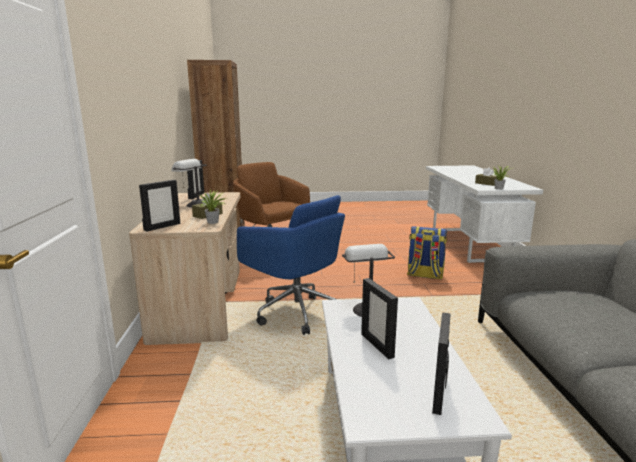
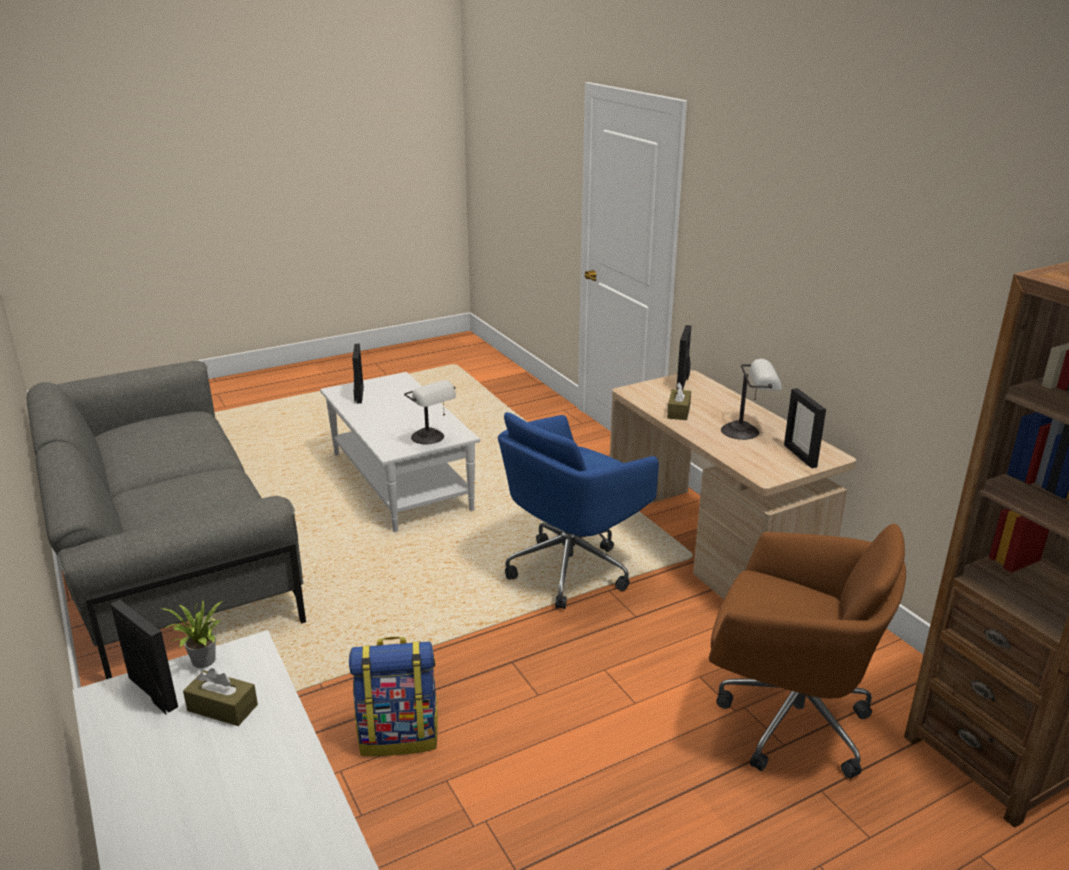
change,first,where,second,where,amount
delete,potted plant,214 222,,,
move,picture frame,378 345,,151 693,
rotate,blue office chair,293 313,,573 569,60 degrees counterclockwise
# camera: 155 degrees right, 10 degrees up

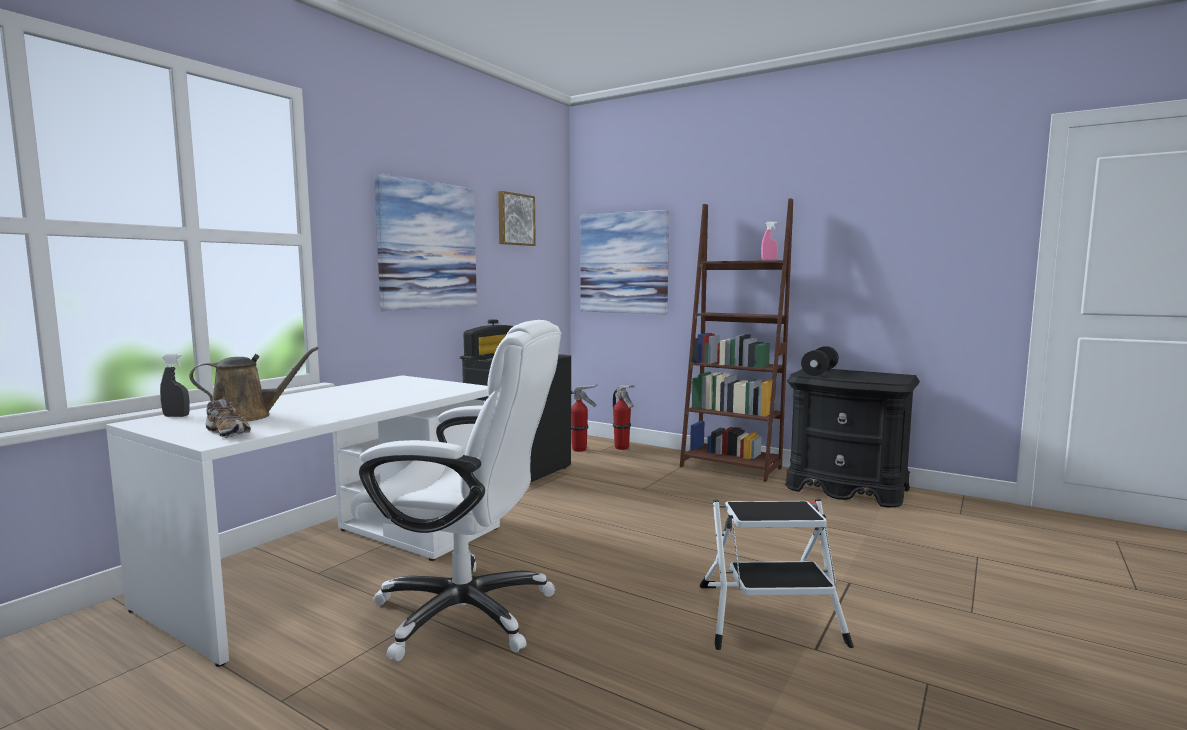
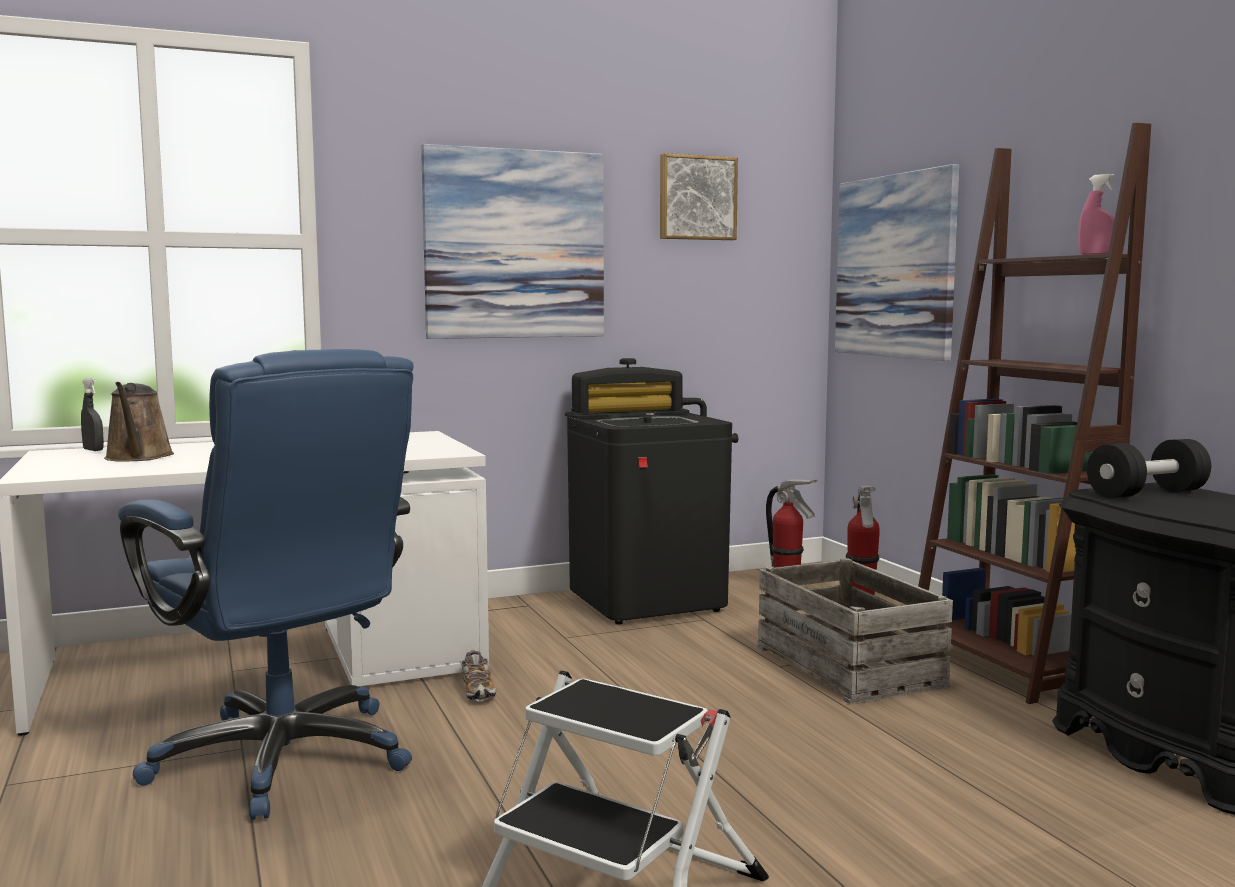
change,first,where,second,where,amount
insert,,,crate,850 666,
move,shoe,228 433,,478 692,
recolor,white office chair,464 612,blue office chair,283 757,
rotate,brown watering can,247 416,,138 457,60 degrees clockwise
# camera: 35 degrees right, 0 degrees up

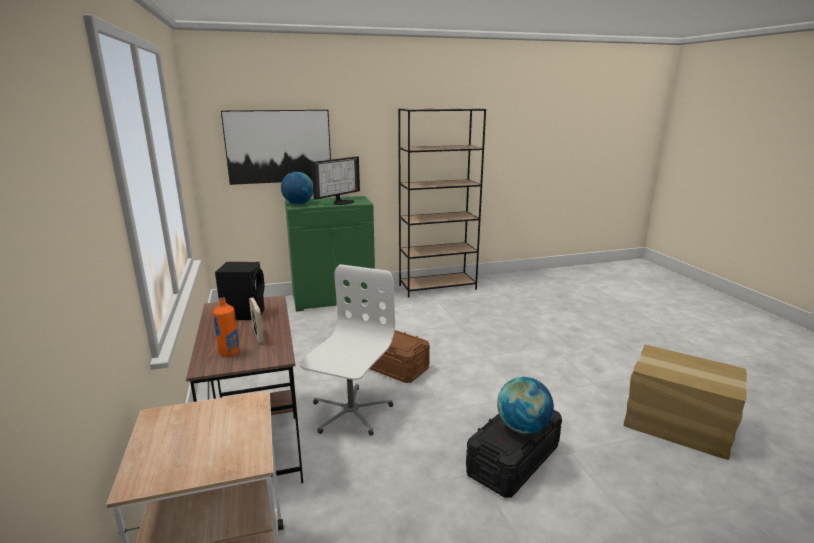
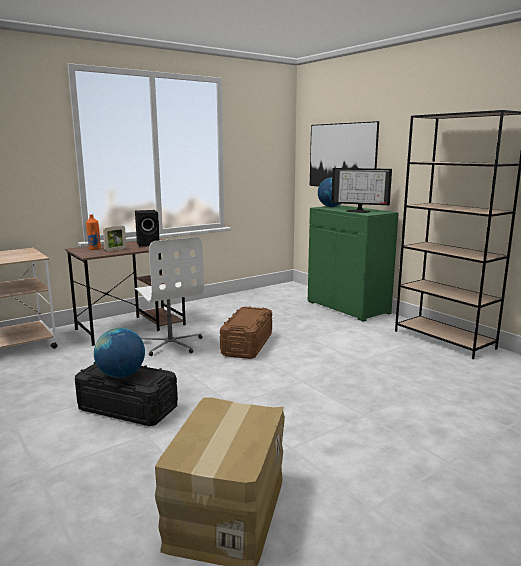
change,first,where,second,where,amount
rotate,white office chair,350 412,,171 344,60 degrees clockwise
# camera: 70 degrees right, 5 degrees down

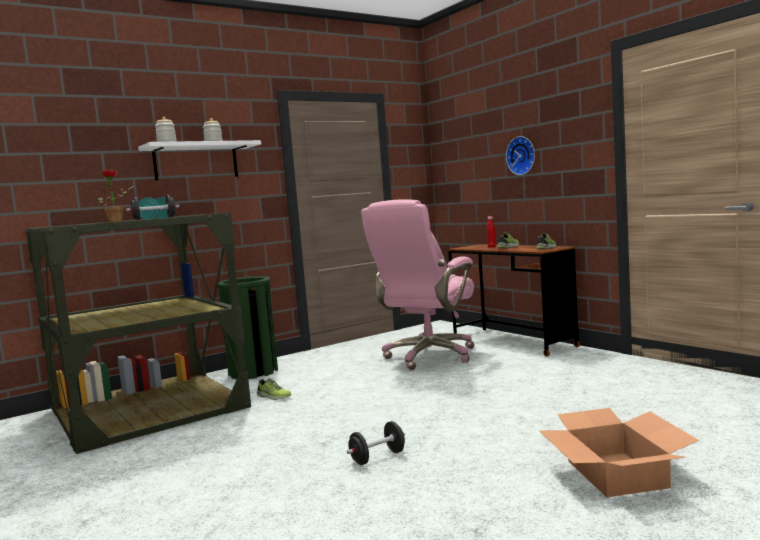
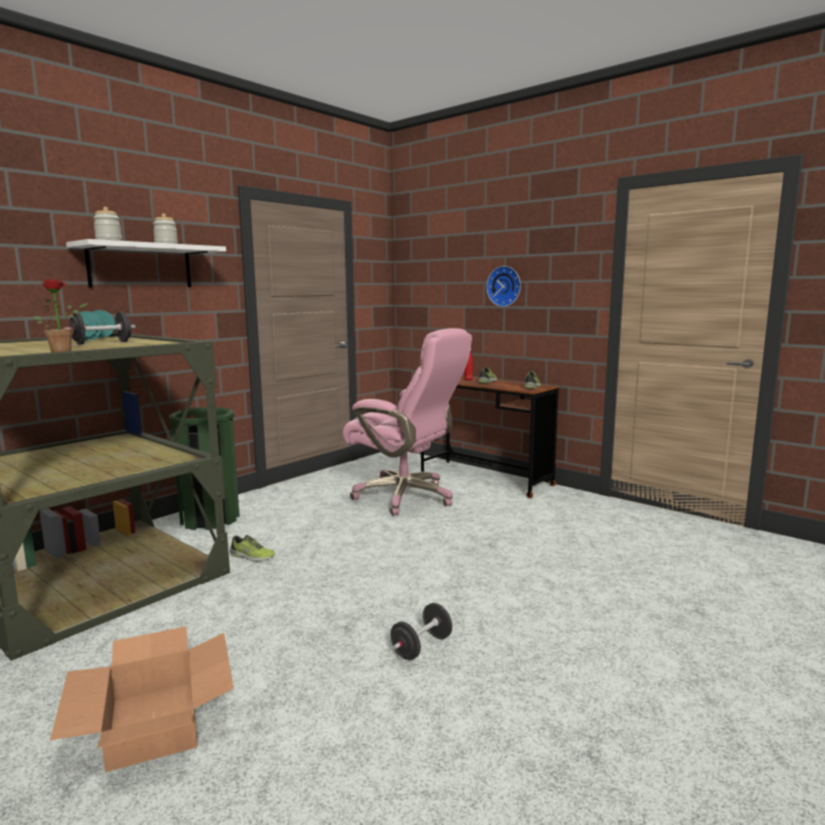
change,first,where,second,where,amount
move,cardboard box,616 474,,153 724,
rotate,pink office chair,427 357,,406 499,75 degrees counterclockwise
# camera: 15 degrees left, 5 degrees up

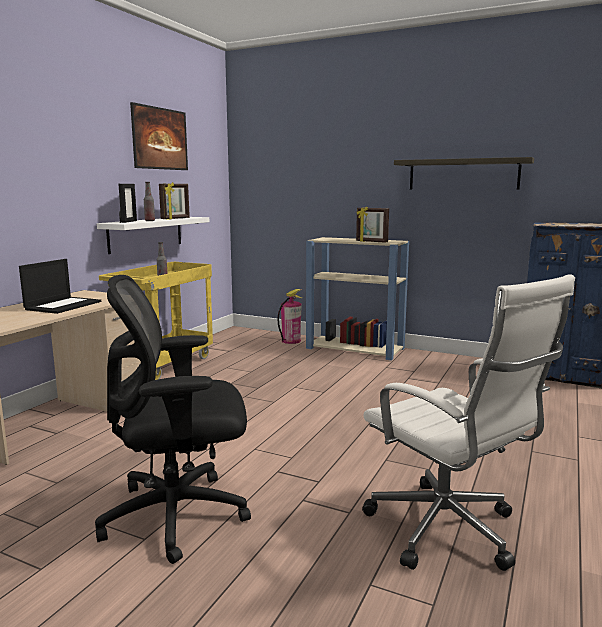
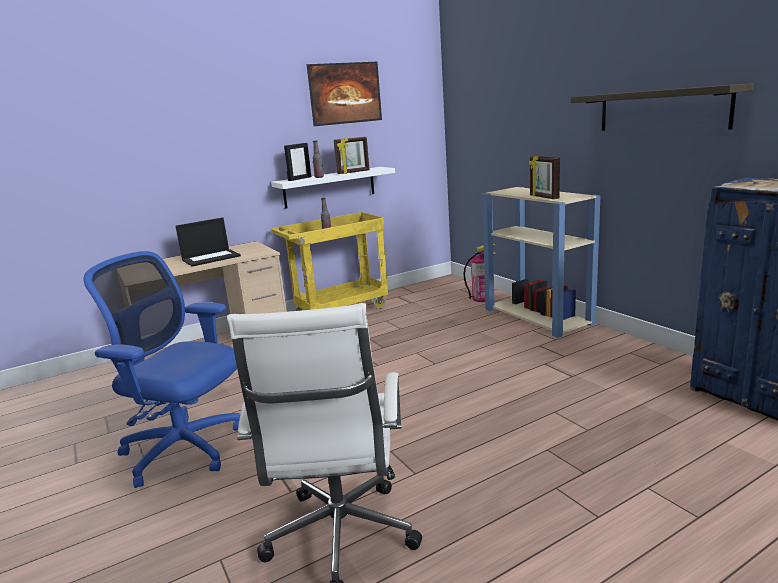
change,first,where,second,where,amount
recolor,black office chair,184 511,blue office chair,190 449,
# camera: 35 degrees right, 5 degrees up

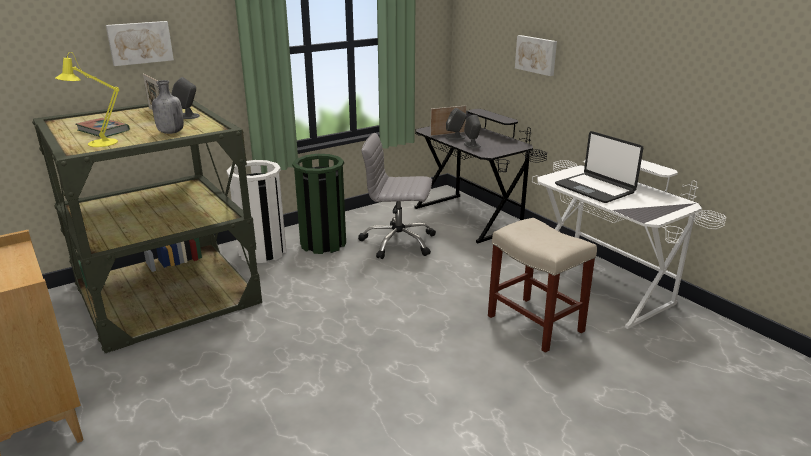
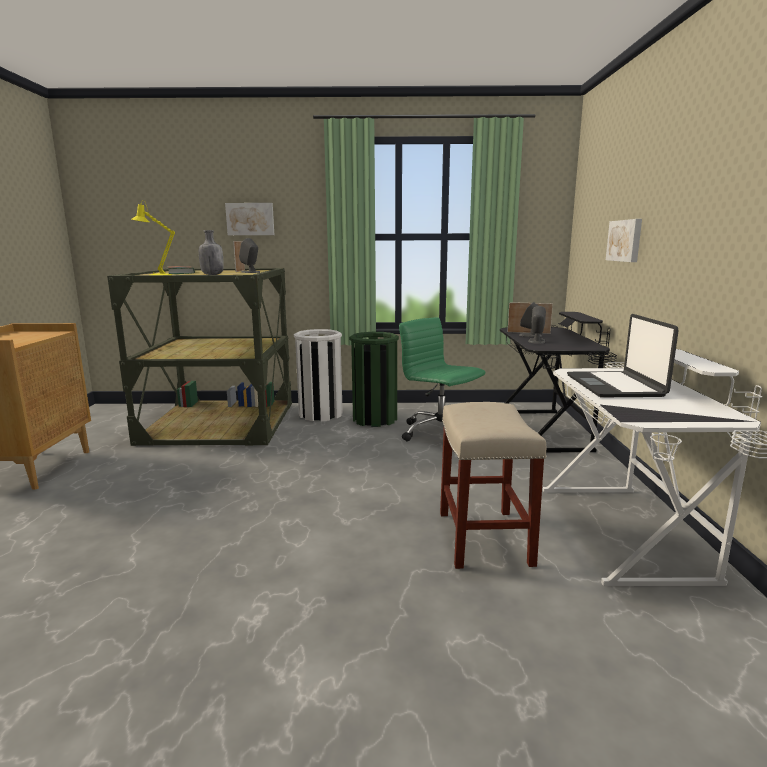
change,first,where,second,where,amount
recolor,grey office chair,398 242,green office chair,440 433,
# camera: 35 degrees right, 10 degrees down

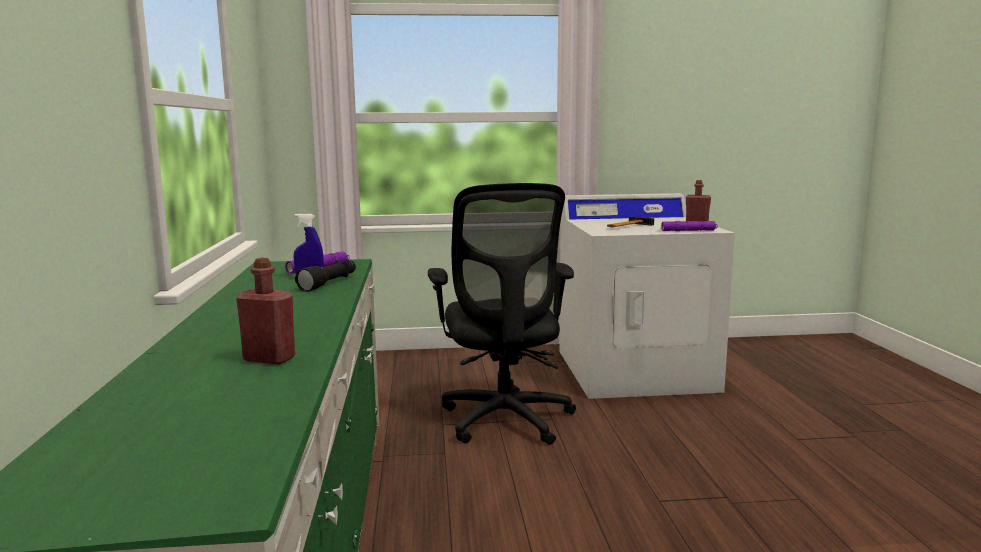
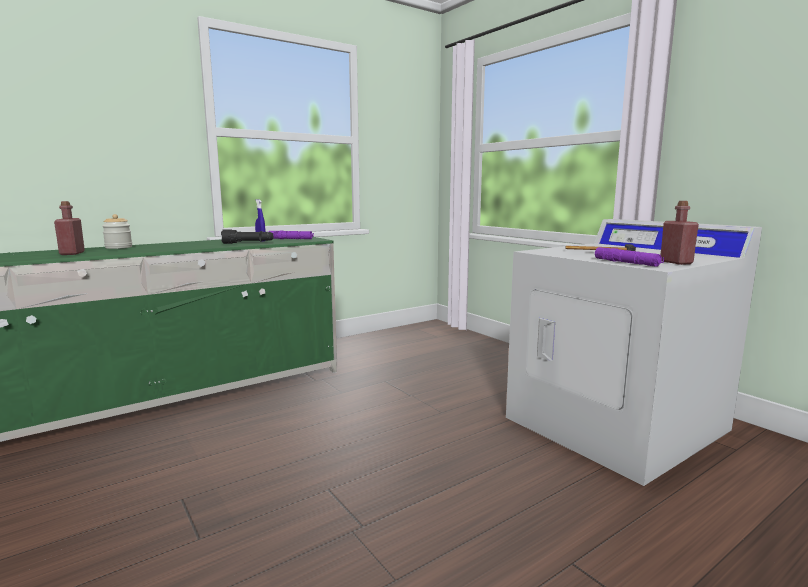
change,first,where,second,where,amount
delete,black office chair,502 416,,,
insert,,,jar,118 247,
# camera: 60 degrees right, 0 degrees up

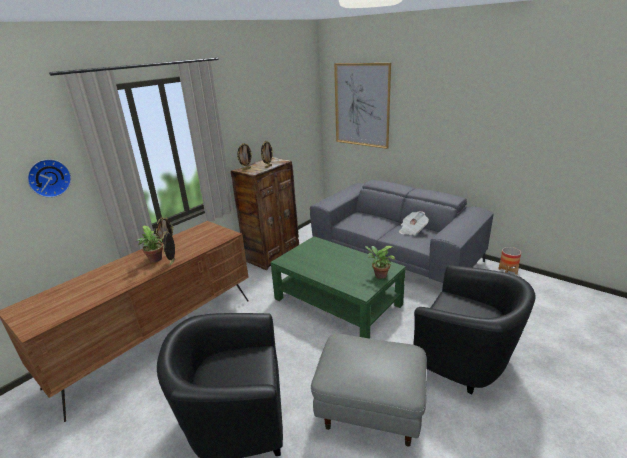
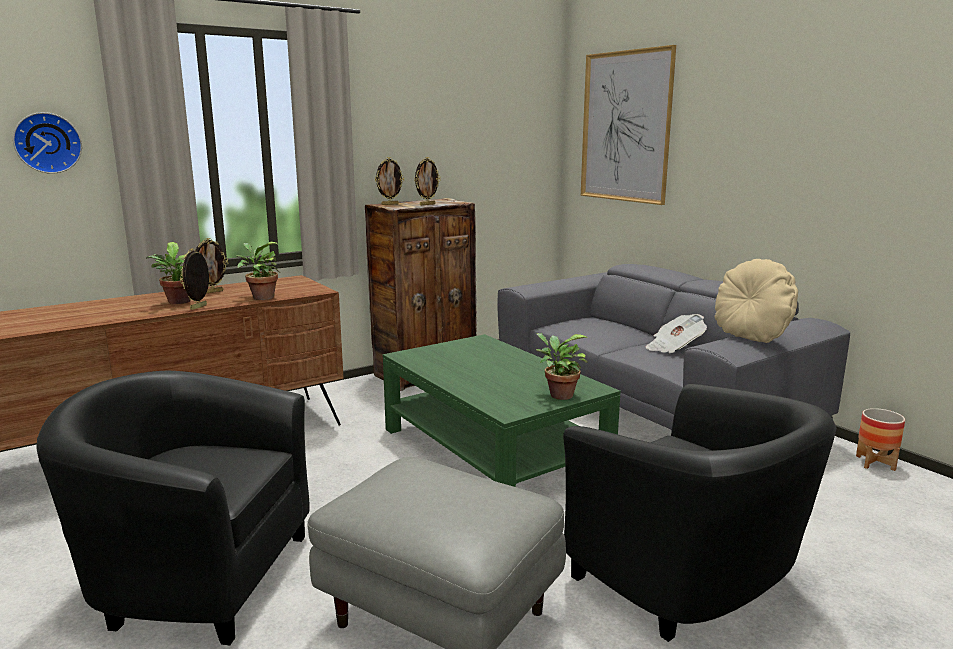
change,first,where,second,where,amount
insert,,,potted plant,261 297,
insert,,,beige pillow,751 337,
# camera: 15 degrees right, 10 degrees down

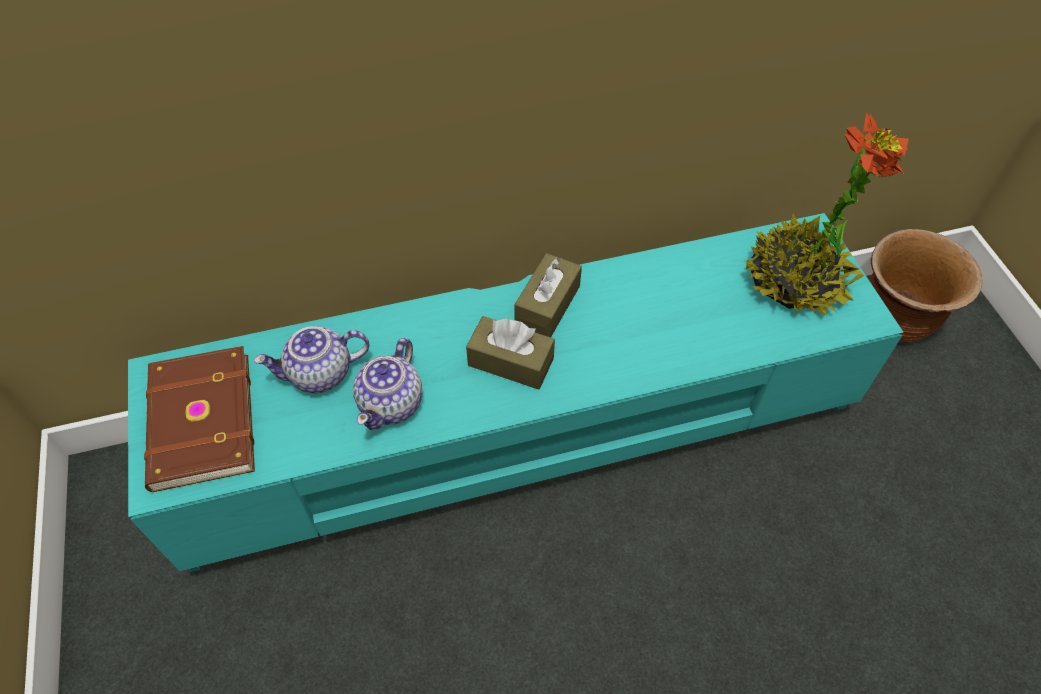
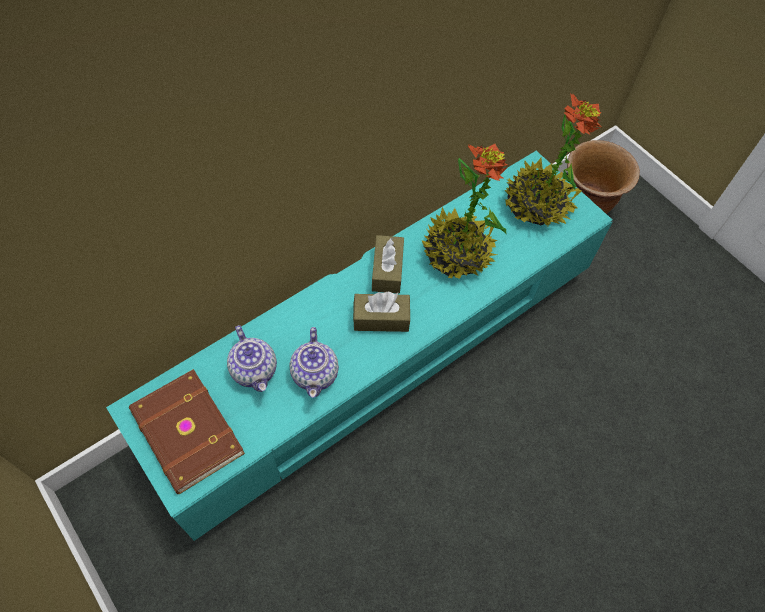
change,first,where,second,where,amount
insert,,,potted plant,457 254,
rotate,teapot,320 374,,255 370,75 degrees counterclockwise
# camera: 25 degrees left, 5 degrees up

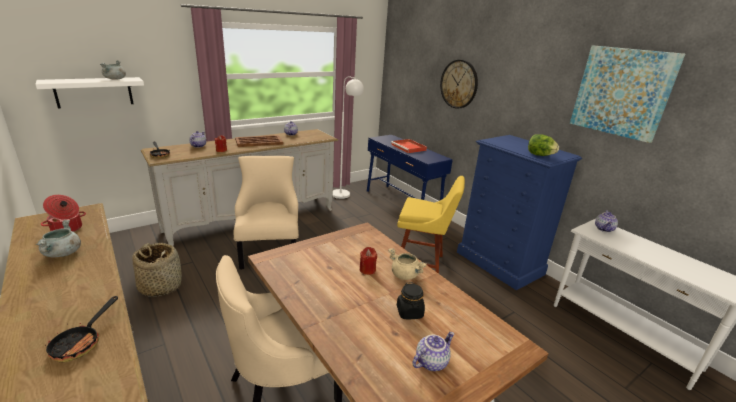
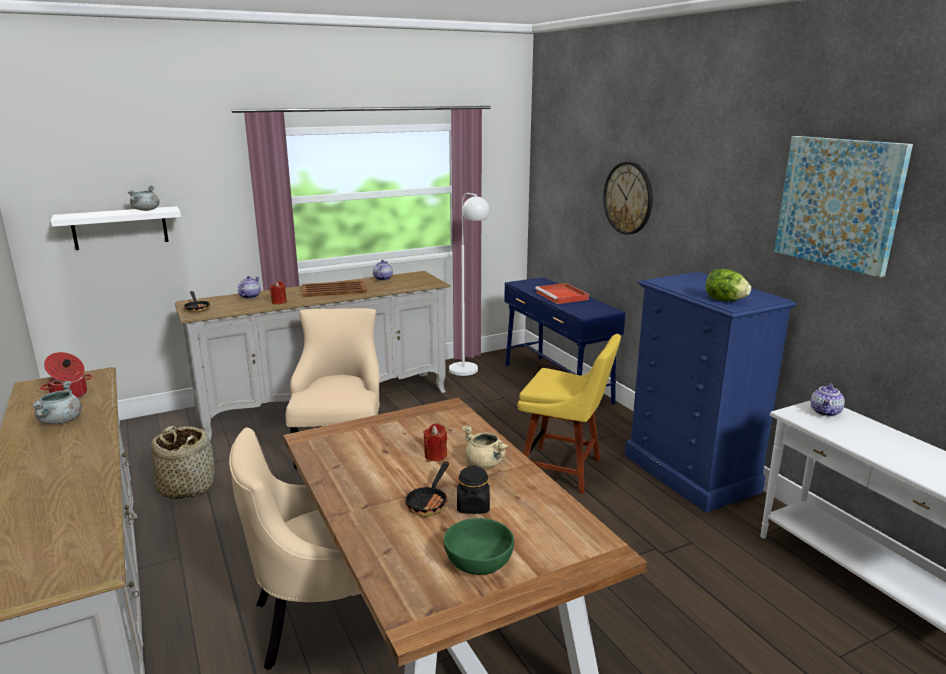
change,first,where,second,where,amount
move,frying pan,81 342,,429 502,
replace,teapot,431 361,green bowl,478 561,
# camera: 10 degrees right, 5 degrees down

